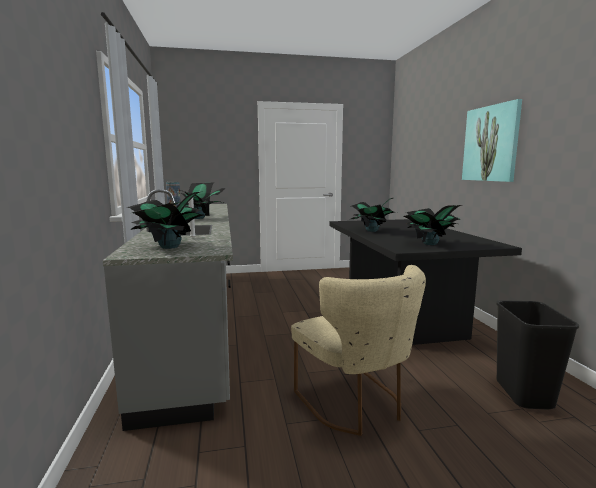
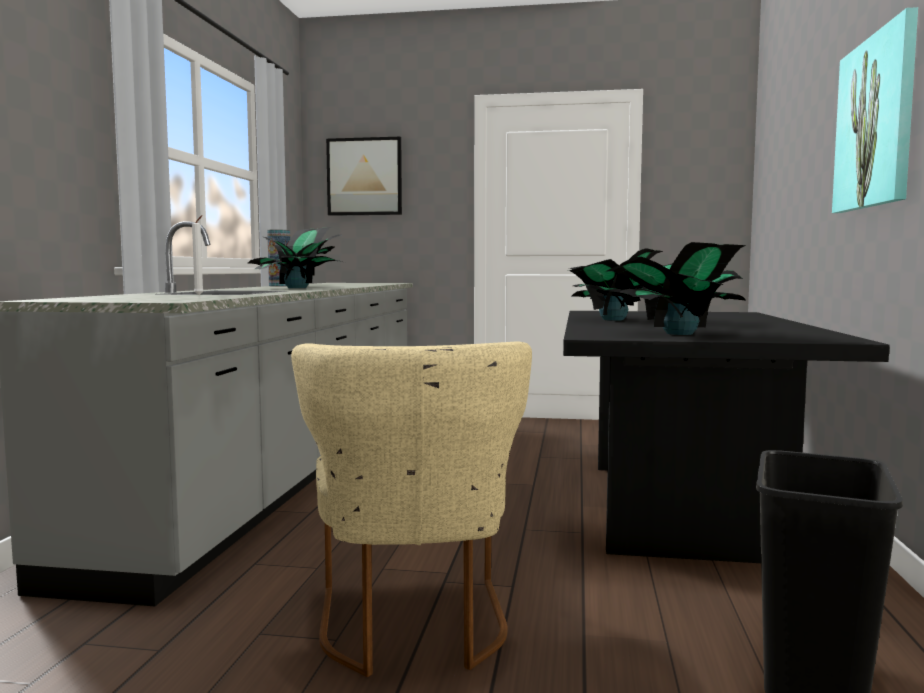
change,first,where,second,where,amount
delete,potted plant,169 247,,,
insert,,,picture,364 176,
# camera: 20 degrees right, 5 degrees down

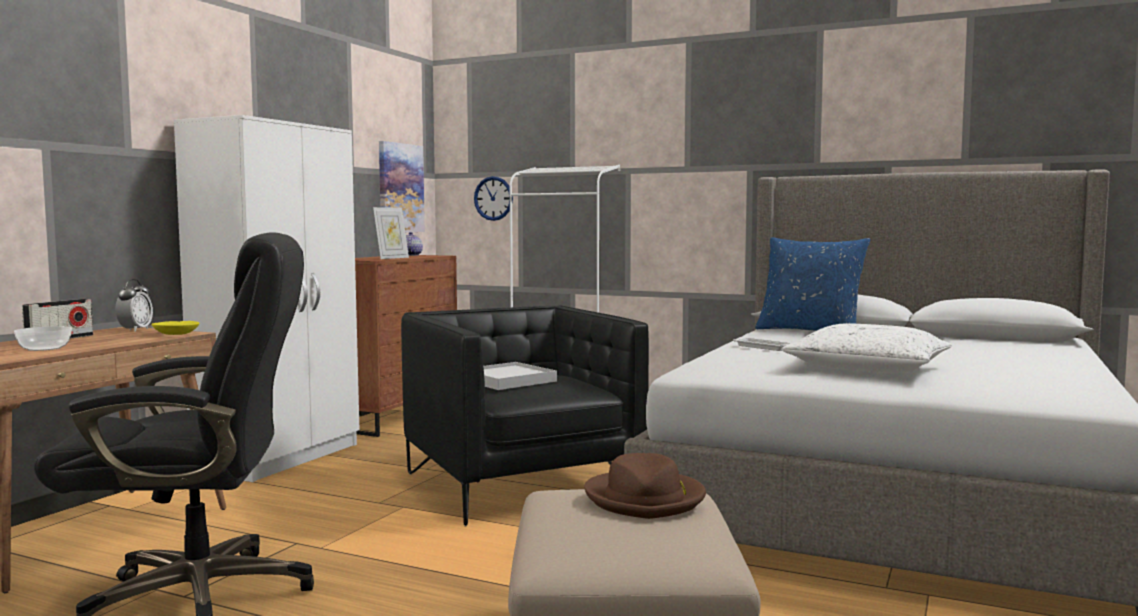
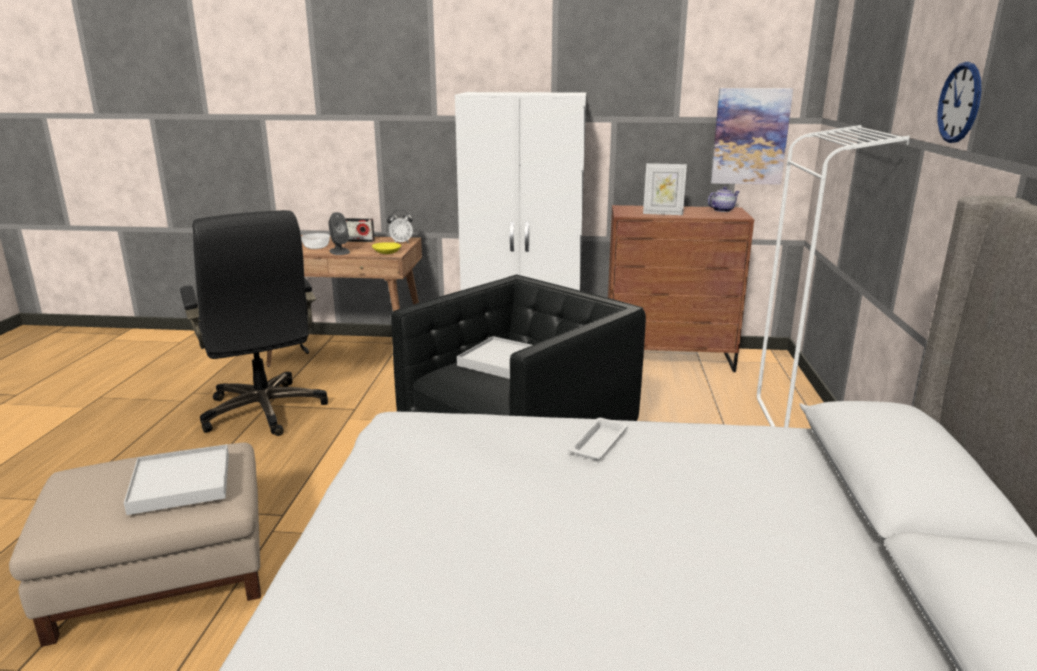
change,first,where,second,where,amount
delete,blue pillow,810 331,,,
delete,white pillow,867 368,,,
insert,,,grey speaker,339 251,
move,wall clock,493 198,,960 103,
replace,brown hat,645 499,white tray,181 483,
# camera: 70 degrees right, 15 degrees up

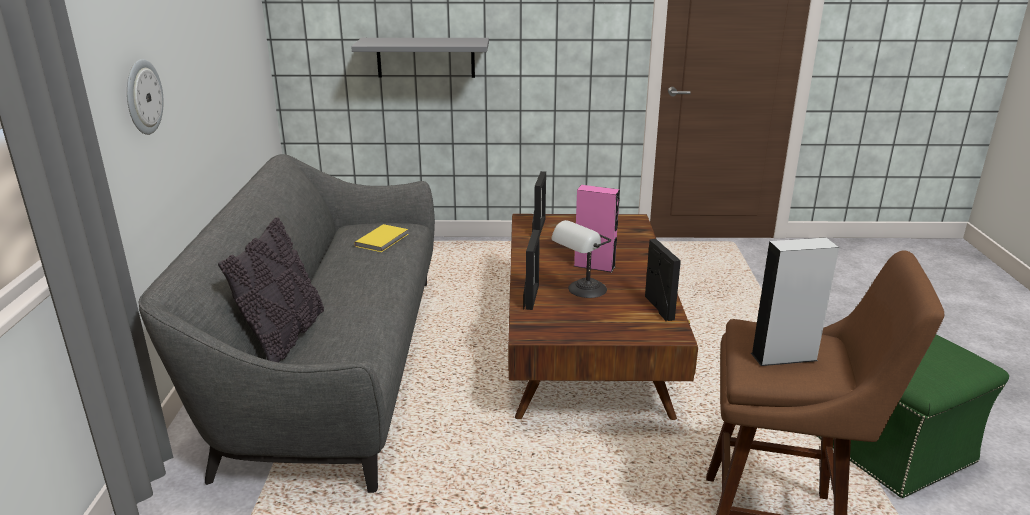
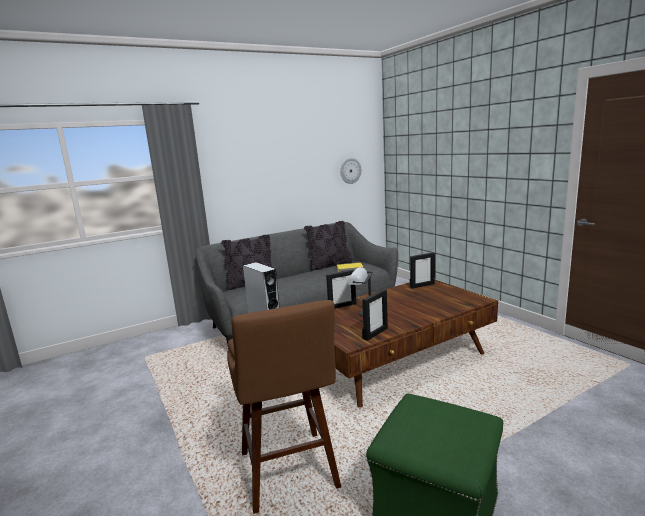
change,first,where,second,where,amount
delete,grey shelf,425 57,,,
delete,pink speaker,594 266,,,
insert,,,black pillow,329 265,
move,wall clock,142 97,,350 171,
# camera: 60 degrees right, 10 degrees down

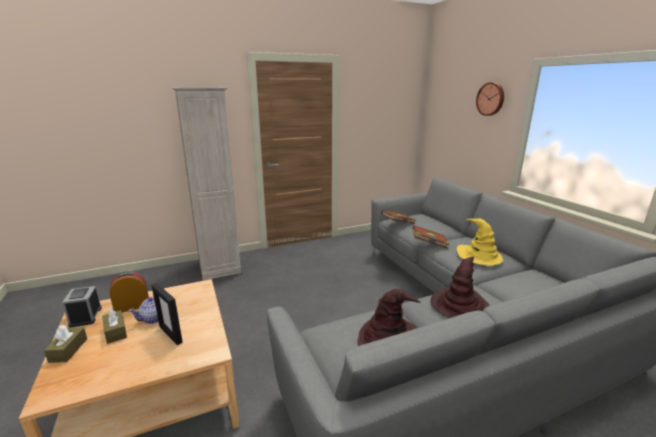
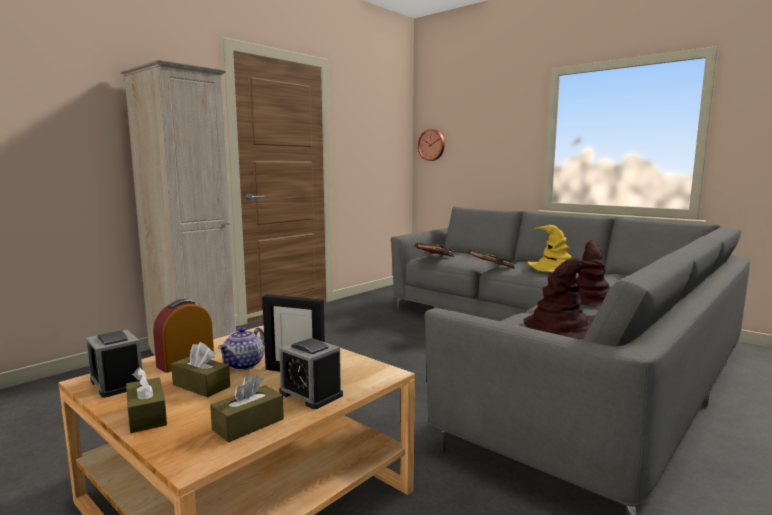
change,first,where,second,where,amount
insert,,,brown tissue box,248 424,
insert,,,alarm clock,311 394,
move,wall clock,491 99,,432 145,
# camera: 25 degrees left, 10 degrees down

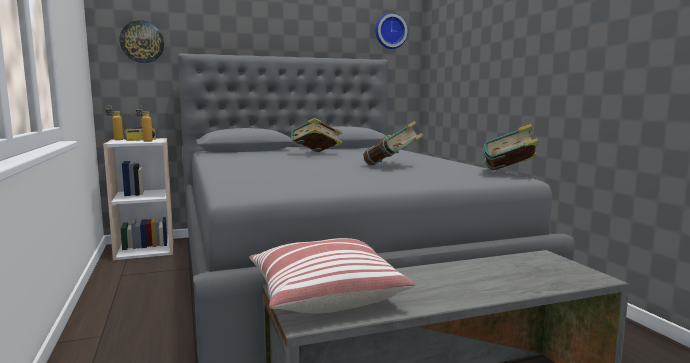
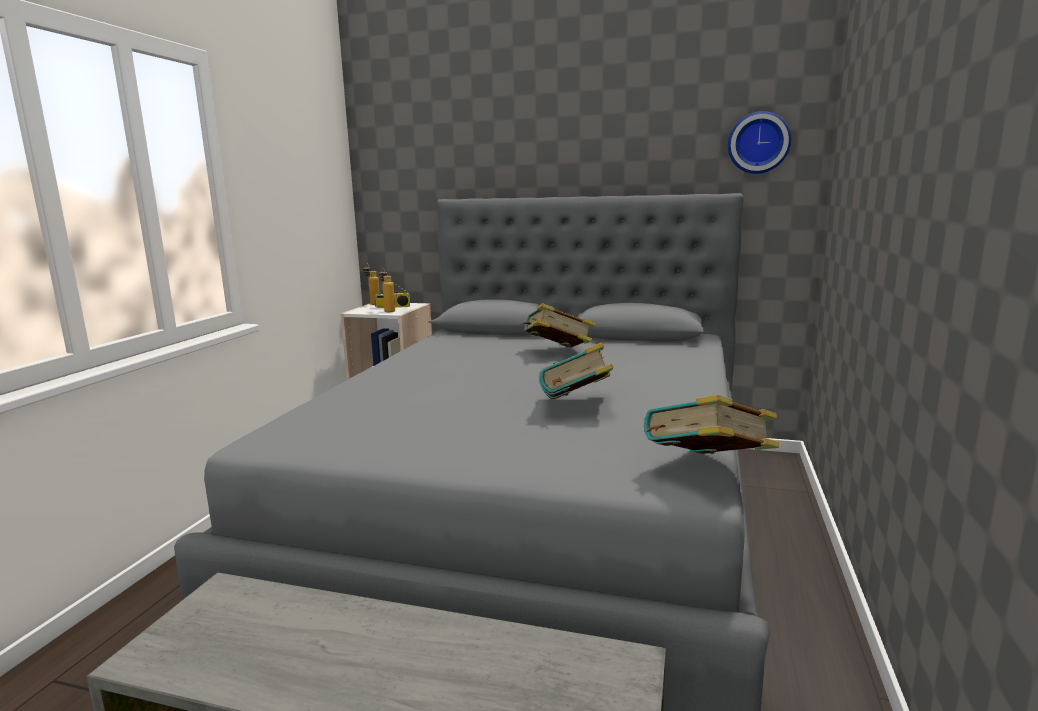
change,first,where,second,where,amount
delete,wall clock,142 42,,,
delete,pillow,324 295,,,
# camera: 35 degrees right, 5 degrees up

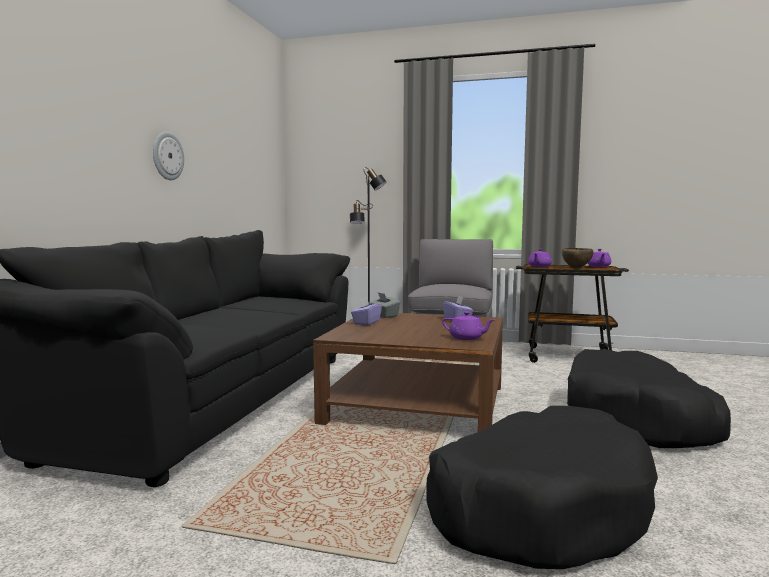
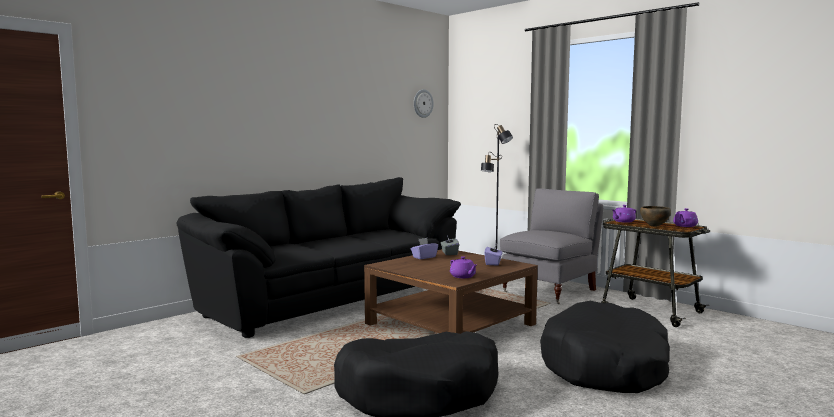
change,first,where,second,where,amount
move,wall clock,167 156,,422 103,
# camera: 30 degrees right, 0 degrees up

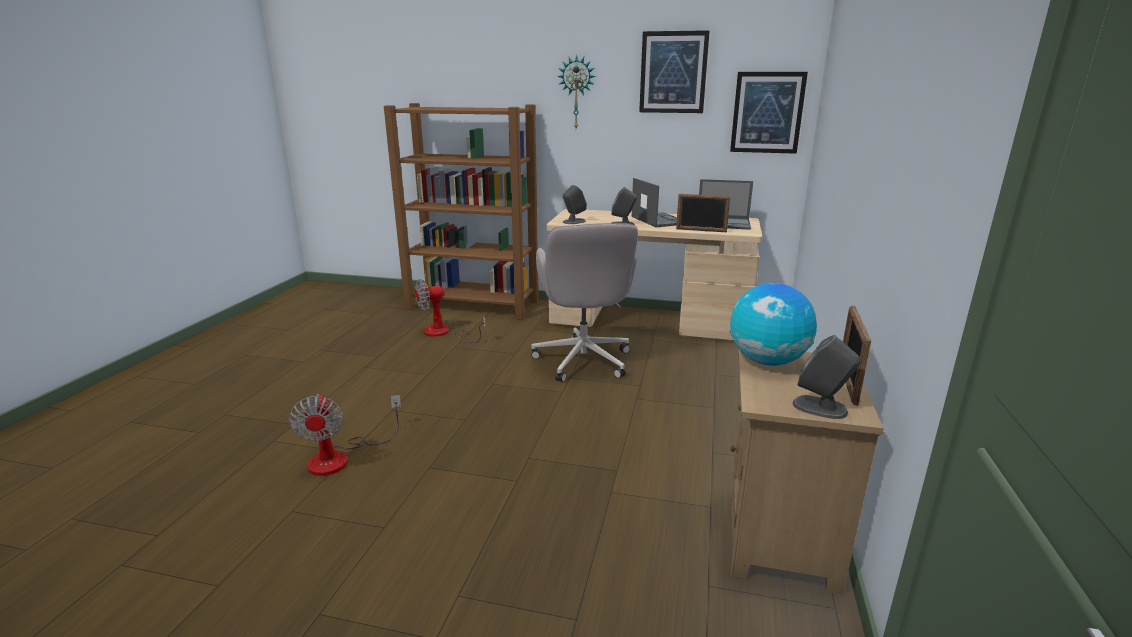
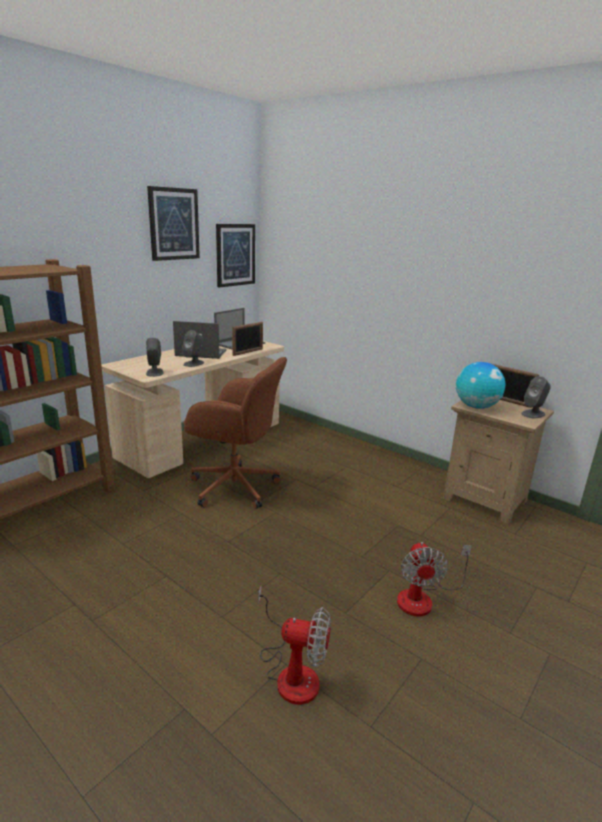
change,first,where,second,where,amount
delete,wall clock,576 93,,,
move,fan,444 333,,423 598,
recolor,grey office chair,583 361,brown office chair,235 488,
# camera: 65 degrees left, 0 degrees up

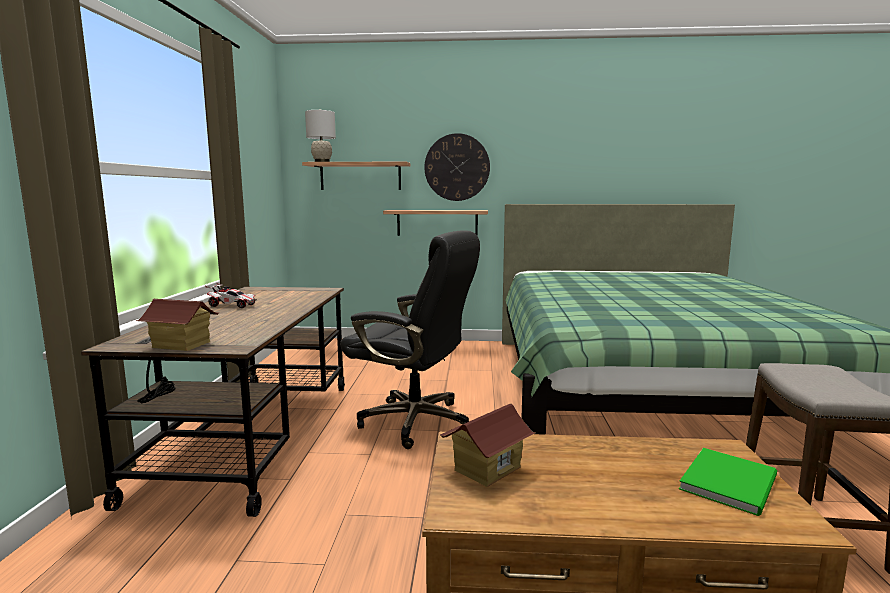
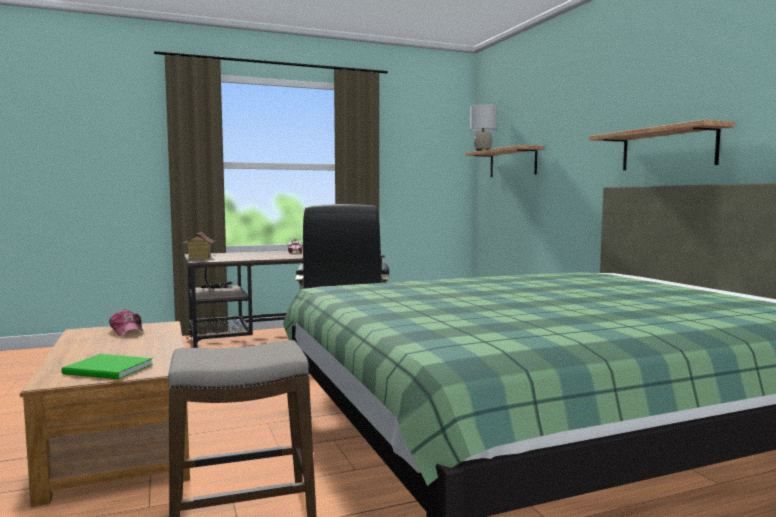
change,first,where,second,where,amount
delete,wall clock,457 167,,,
move,shelf,437 223,,667 149,
replace,toy house,487 468,cap,127 330,
# camera: 65 degrees right, 5 degrees down

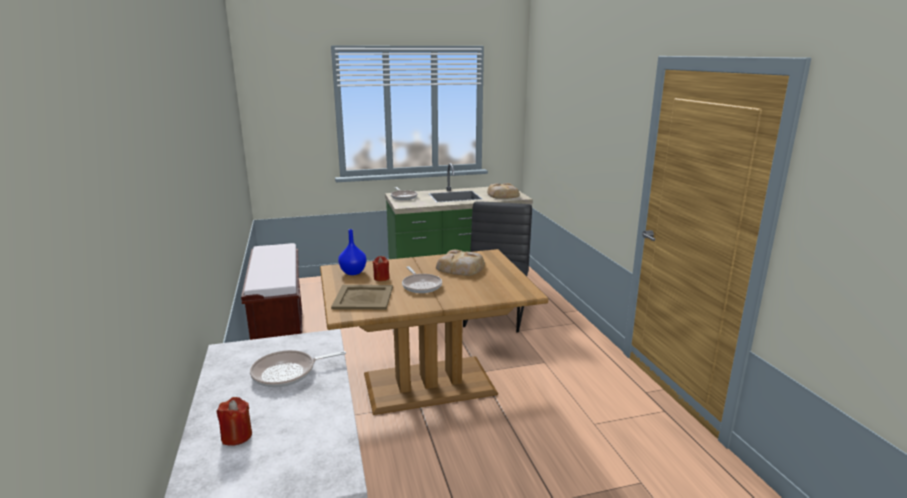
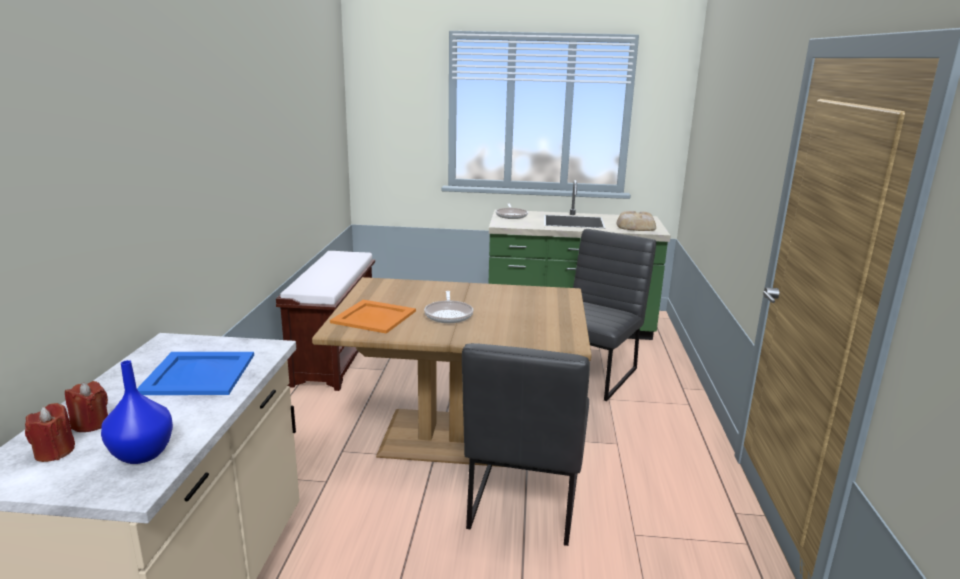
change,first,where,second,where,amount
delete,bread,461 268,,,
insert,,,grey chair,523 501,
move,blue vase,353 272,,143 454,
move,red candle,381 278,,54 452,
replace,frying pan,288 373,blue tray,199 374,
recolor,beige tray,363 298,orange tray,374 317,
# camera: 20 degrees right, 0 degrees up

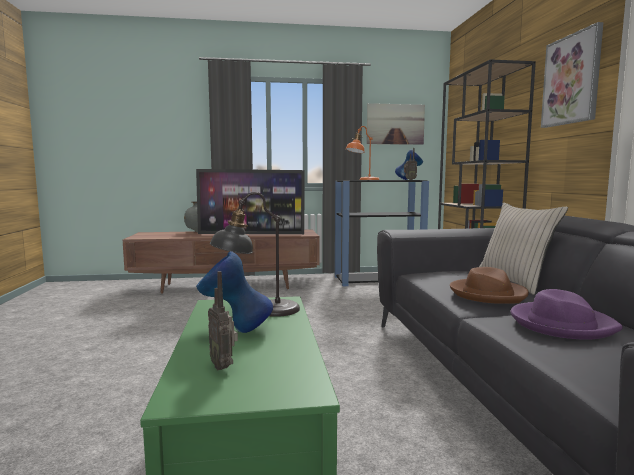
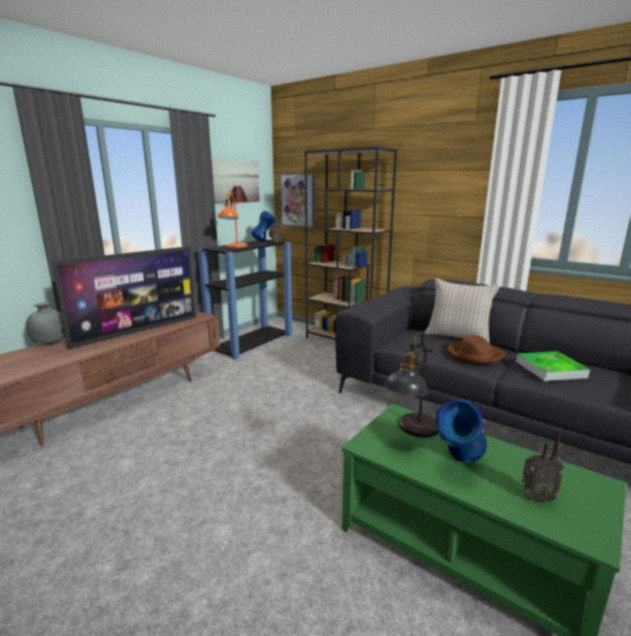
change,first,where,second,where,amount
move,picture,571 80,,298 200,
replace,purple hat,561 324,tray,550 369,
# camera: 45 degrees left, 10 degrees up

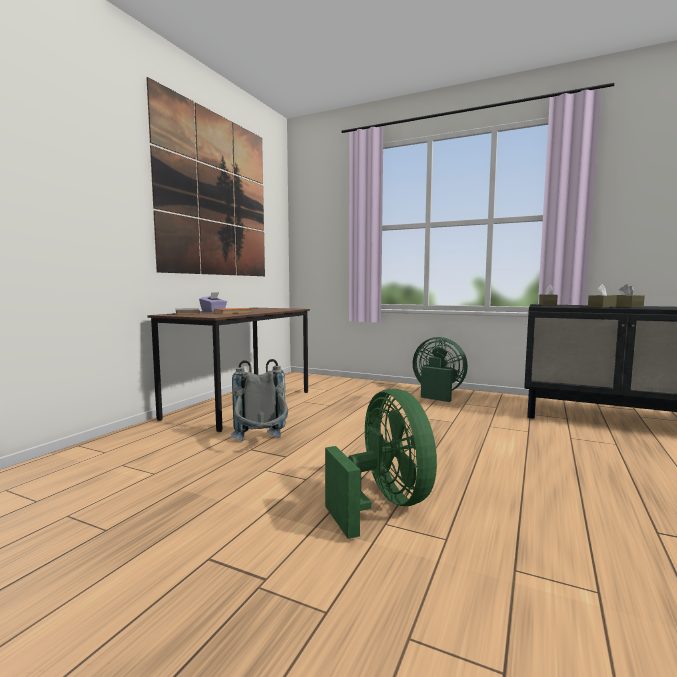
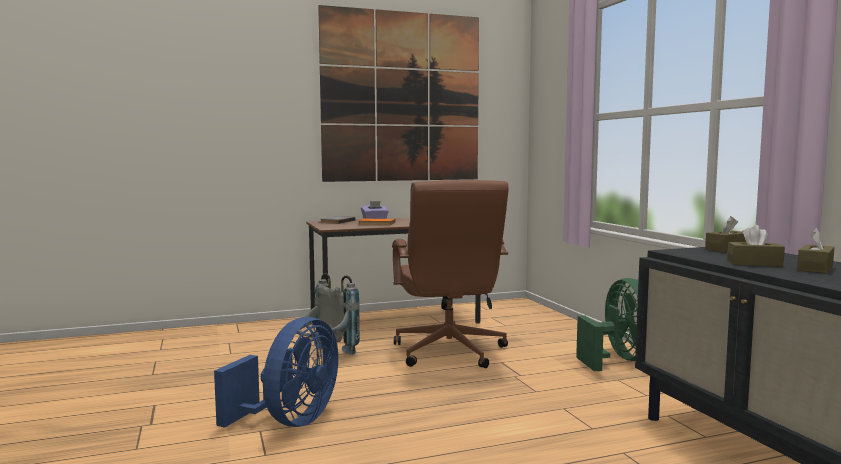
change,first,where,second,where,amount
insert,,,brown office chair,449 350,
recolor,green fan,384 504,blue fan,290 421,
# camera: 45 degrees right, 0 degrees up

